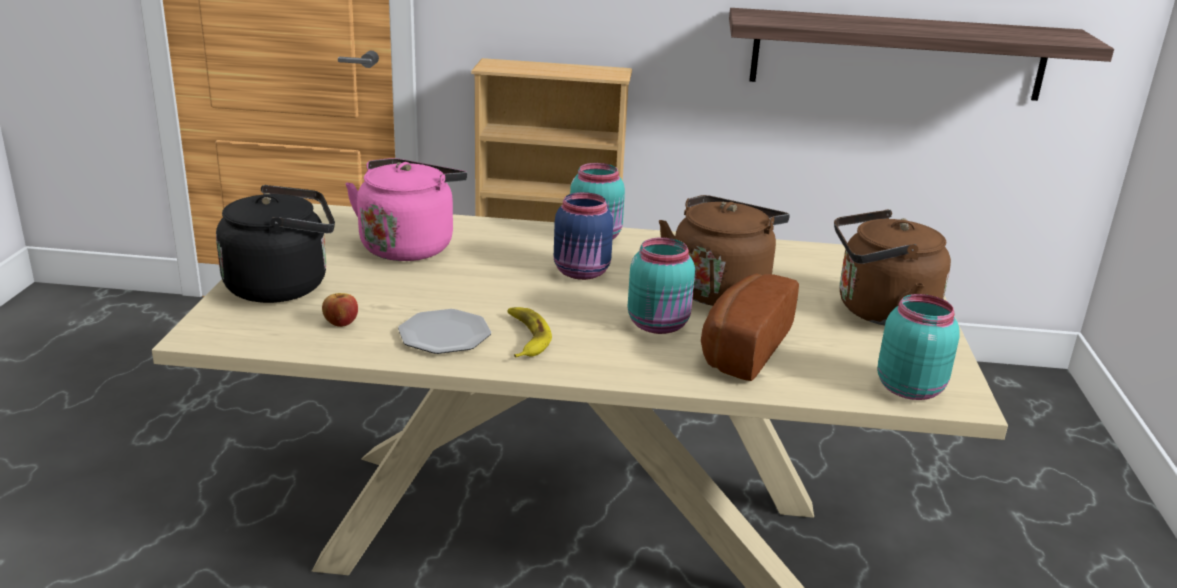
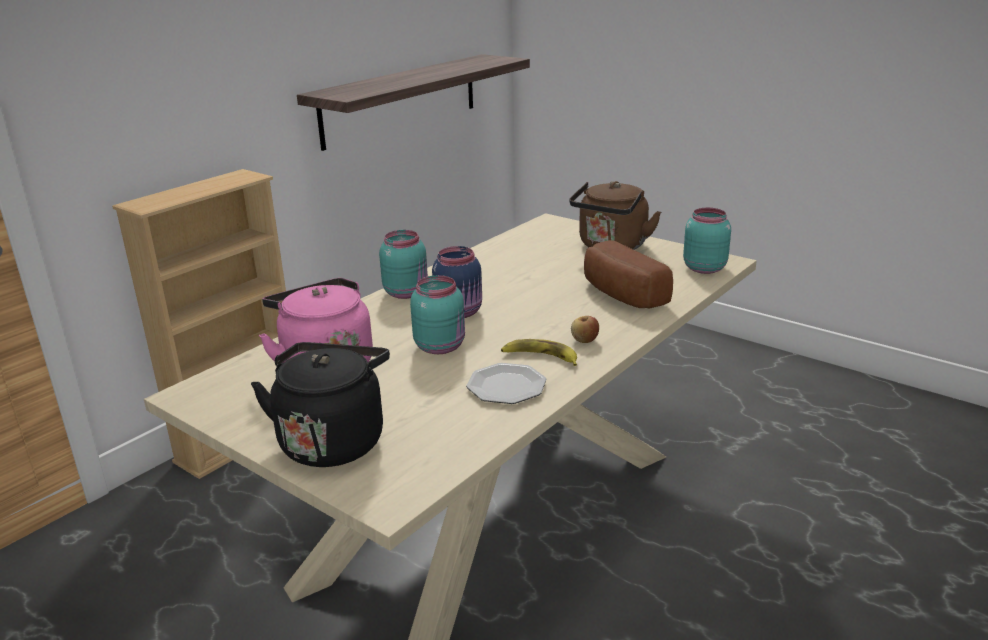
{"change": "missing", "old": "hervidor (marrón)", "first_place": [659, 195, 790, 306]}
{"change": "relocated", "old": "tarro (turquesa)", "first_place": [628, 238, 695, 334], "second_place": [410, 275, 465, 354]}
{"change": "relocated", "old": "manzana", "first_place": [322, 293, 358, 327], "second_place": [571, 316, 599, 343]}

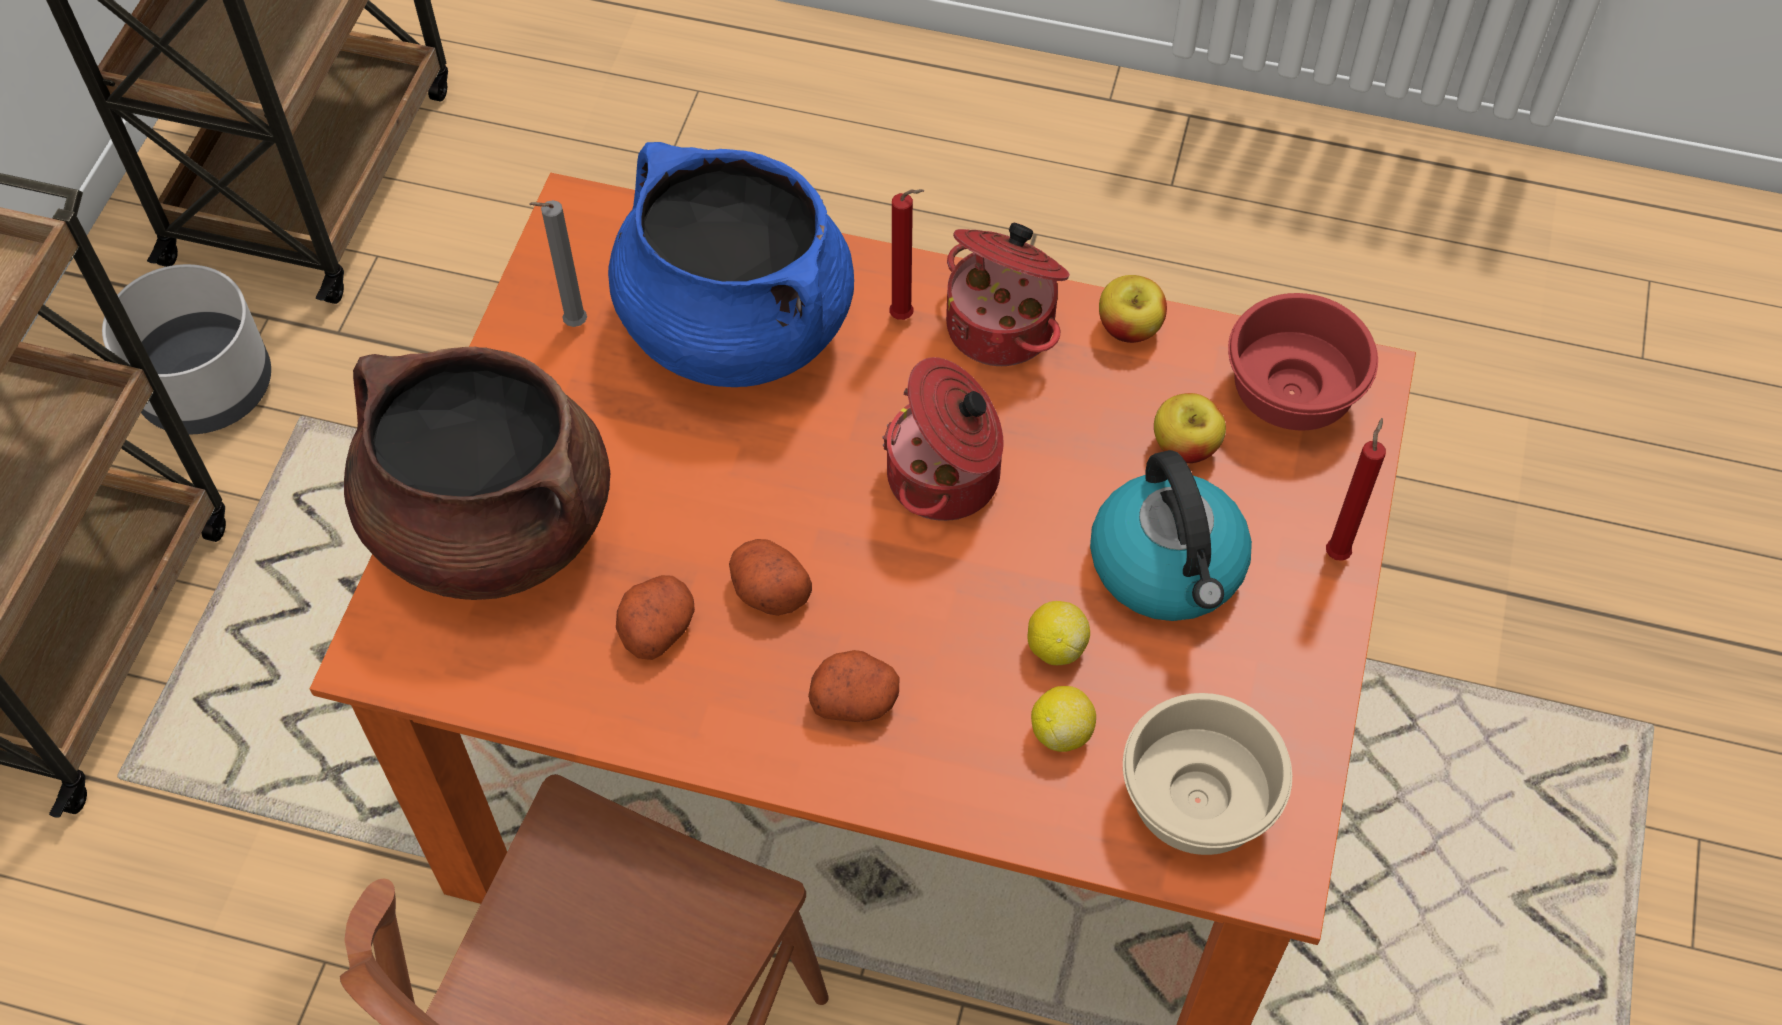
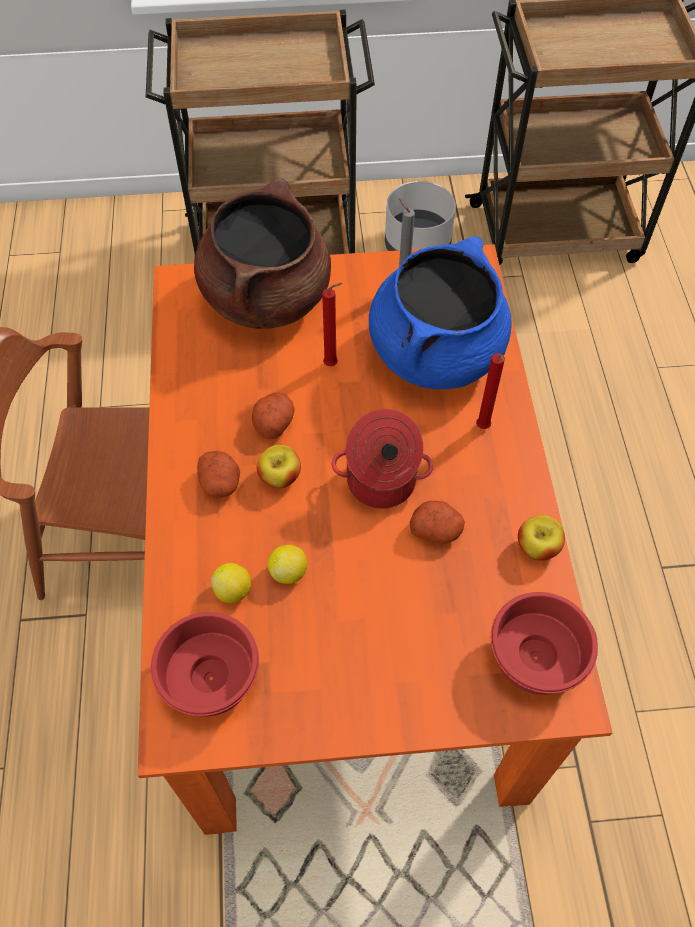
{"change": "missing", "old": "olla", "first_place": [946, 223, 1070, 366]}
{"change": "relocated", "old": "manzana", "first_place": [1154, 393, 1226, 463], "second_place": [257, 445, 301, 488]}
{"change": "relocated", "old": "vela (rojo)", "first_place": [1326, 418, 1386, 561], "second_place": [322, 283, 342, 366]}
{"change": "missing", "old": "hervidor", "first_place": [1090, 450, 1252, 621]}
{"change": "relocated", "old": "patata", "first_place": [616, 575, 695, 660], "second_place": [410, 501, 465, 544]}
{"change": "colour", "old": "cuenco (beis)", "new": "cuenco (rojo)", "first_place": [1123, 693, 1292, 855], "second_place": [151, 612, 259, 717]}

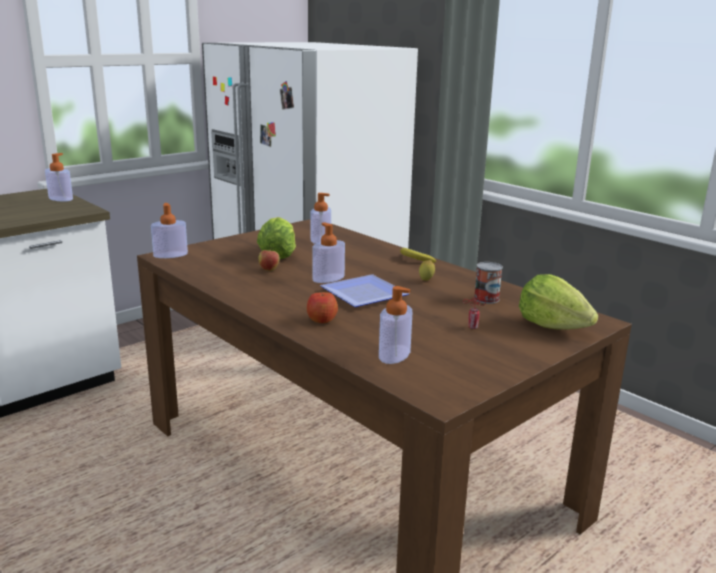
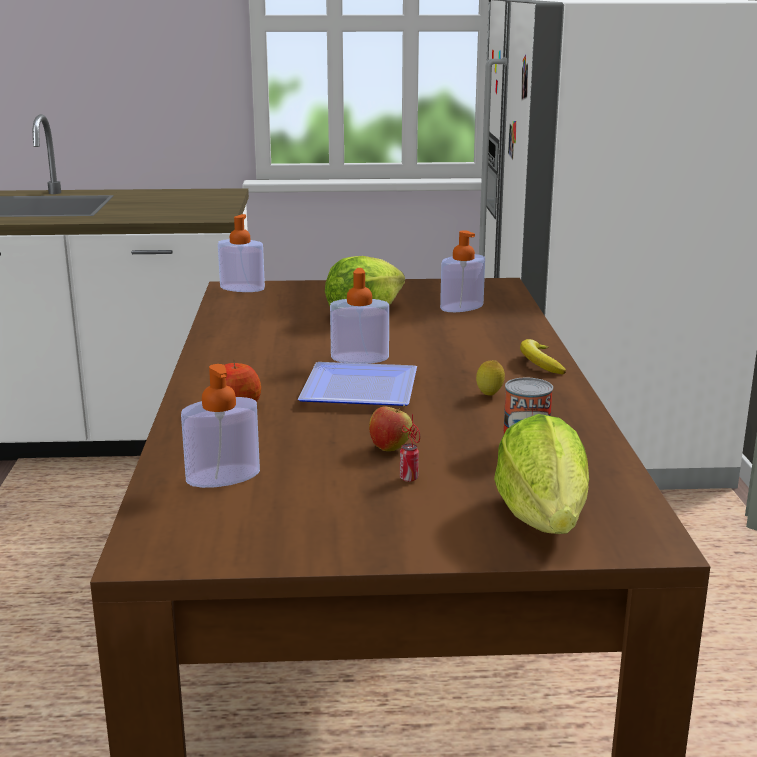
{"change": "missing", "old": "dispensador de jabón", "first_place": [45, 153, 73, 202]}
{"change": "relocated", "old": "manzana", "first_place": [258, 248, 280, 271], "second_place": [369, 405, 412, 451]}

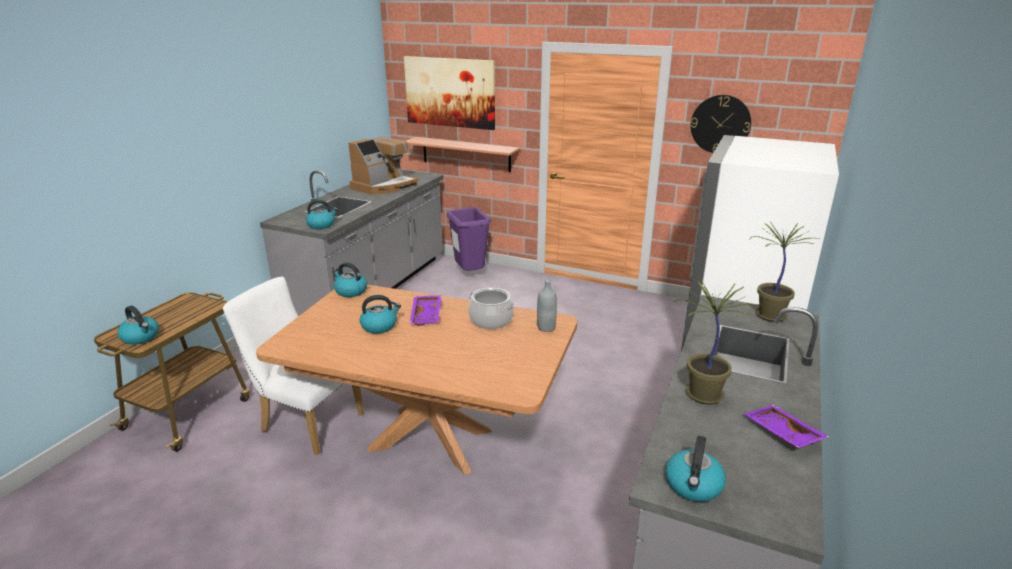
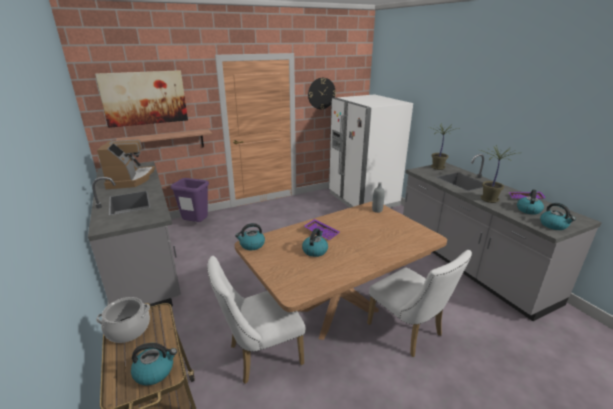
{"change": "relocated", "old": "hervidor", "first_place": [306, 200, 338, 229], "second_place": [517, 189, 544, 215]}
{"change": "relocated", "old": "olla", "first_place": [468, 288, 514, 329], "second_place": [96, 297, 150, 343]}
{"change": "appeared", "new": "silla (blanco)", "second_place": [367, 250, 472, 357]}

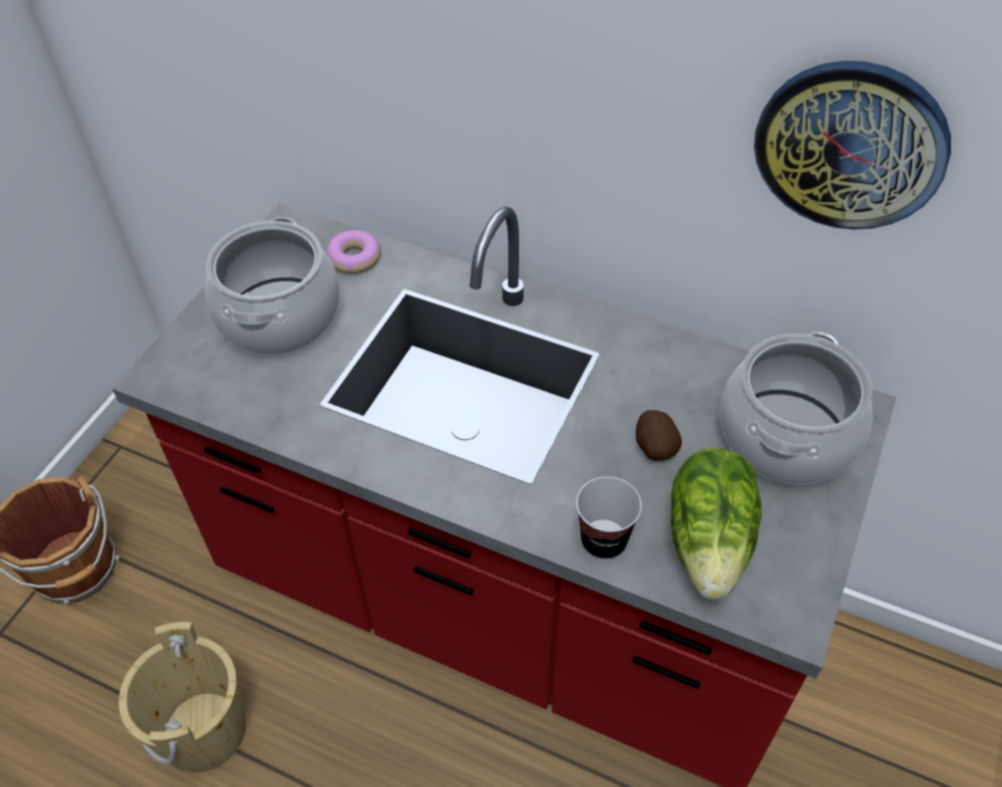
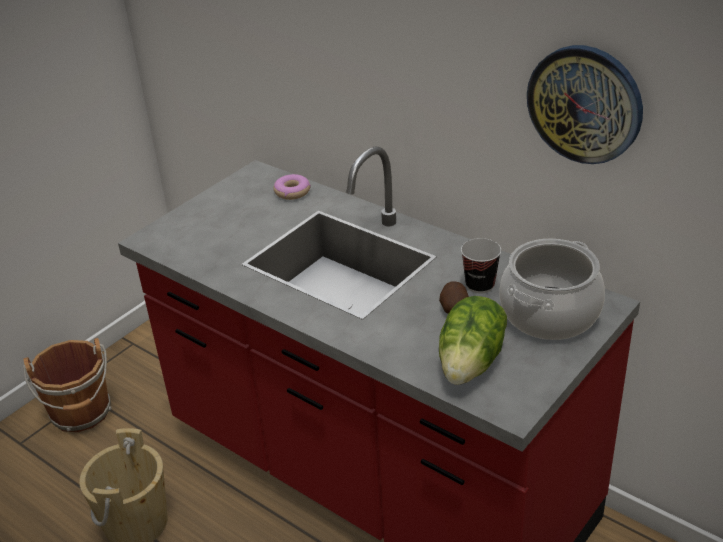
{"change": "missing", "old": "olla", "first_place": [205, 217, 340, 355]}
{"change": "relocated", "old": "taza", "first_place": [576, 476, 642, 560], "second_place": [461, 238, 501, 294]}

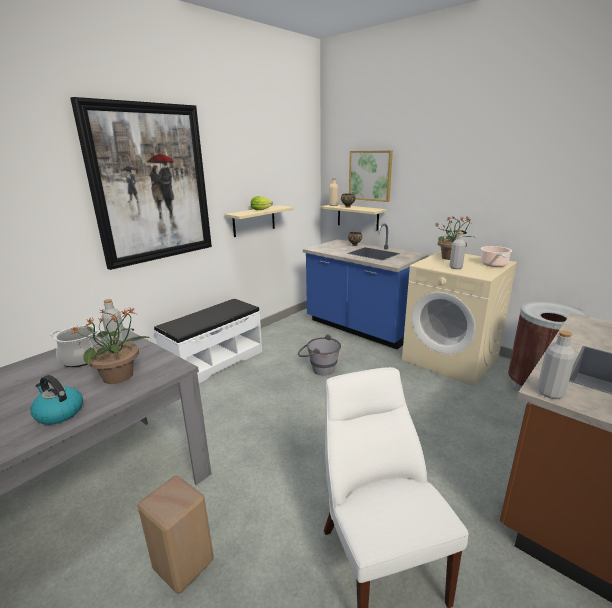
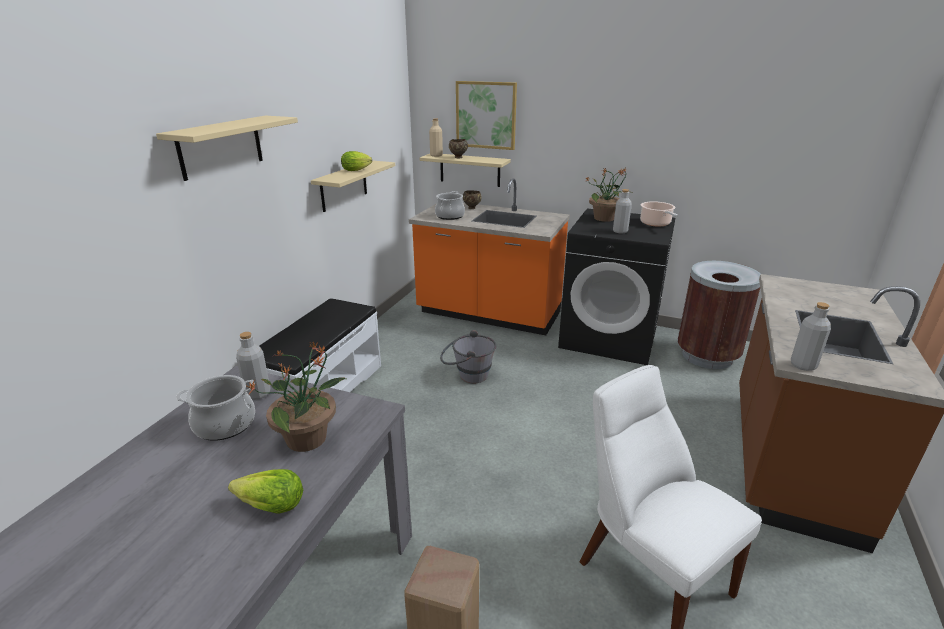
{"change": "exchanged", "old": "cuadro", "new": "estante (beis)", "first_place": [70, 97, 212, 270], "second_place": [156, 116, 298, 181]}
{"change": "colour", "old": "mueble bajo de cocina (azul)", "new": "mueble bajo de cocina (naranja)", "first_place": [303, 224, 429, 349], "second_place": [409, 178, 570, 335]}
{"change": "colour", "old": "lavadora (beis)", "new": "lavadora (negro)", "first_place": [402, 251, 517, 386], "second_place": [558, 208, 675, 365]}
{"change": "exchanged", "old": "hervidor", "new": "lechuga", "first_place": [30, 375, 83, 425], "second_place": [228, 469, 303, 514]}
{"change": "appeared", "new": "olla", "second_place": [435, 191, 465, 220]}

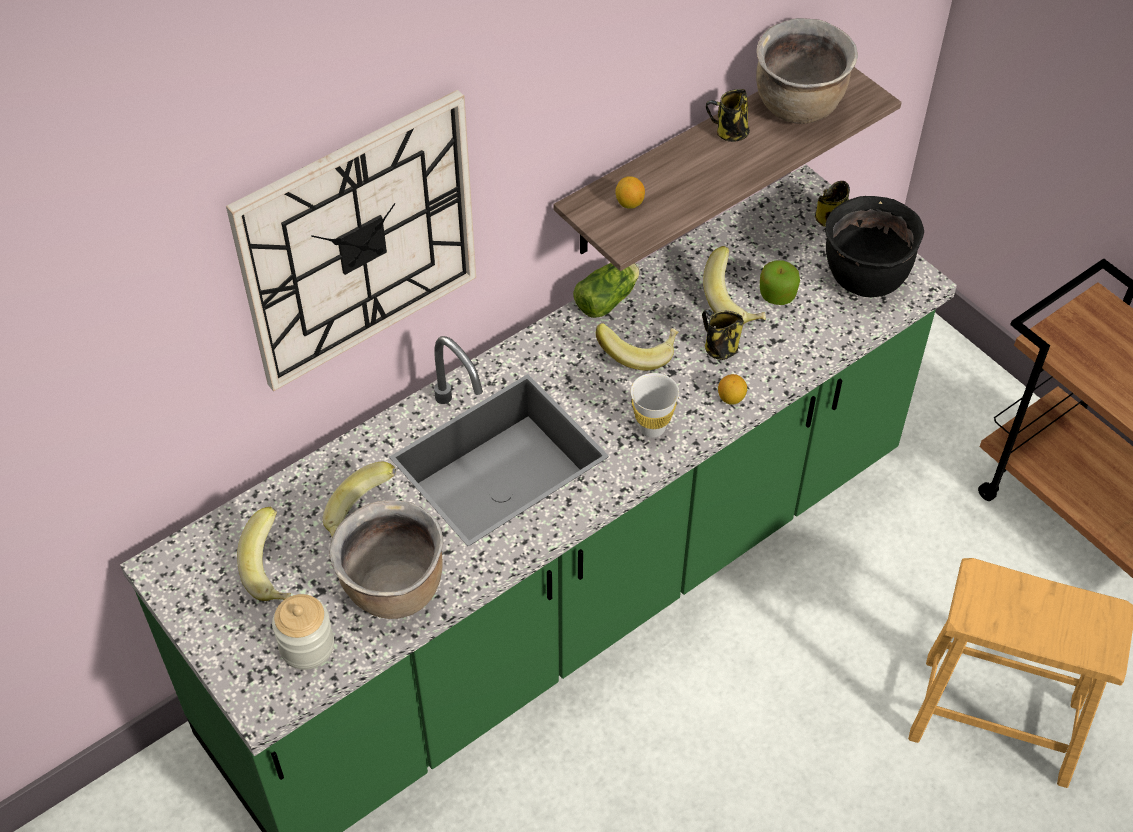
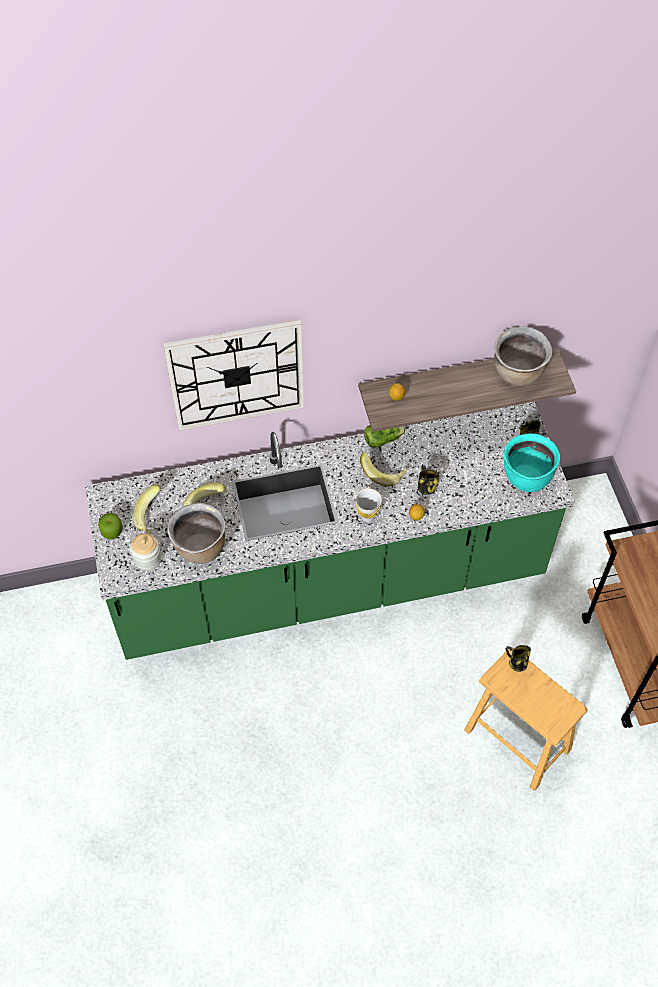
{"change": "relocated", "old": "taza grande", "first_place": [706, 89, 750, 142], "second_place": [506, 645, 531, 672]}
{"change": "colour", "old": "olla (negro)", "new": "olla (turquesa)", "first_place": [825, 196, 924, 297], "second_place": [504, 433, 561, 492]}
{"change": "missing", "old": "plátano", "first_place": [703, 246, 766, 324]}
{"change": "relocated", "old": "manzana", "first_place": [760, 261, 800, 305], "second_place": [98, 513, 122, 540]}

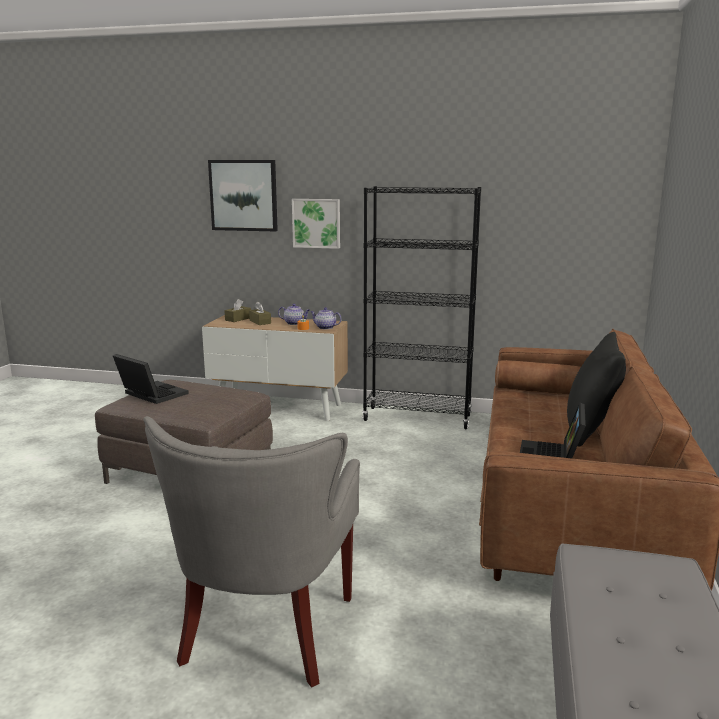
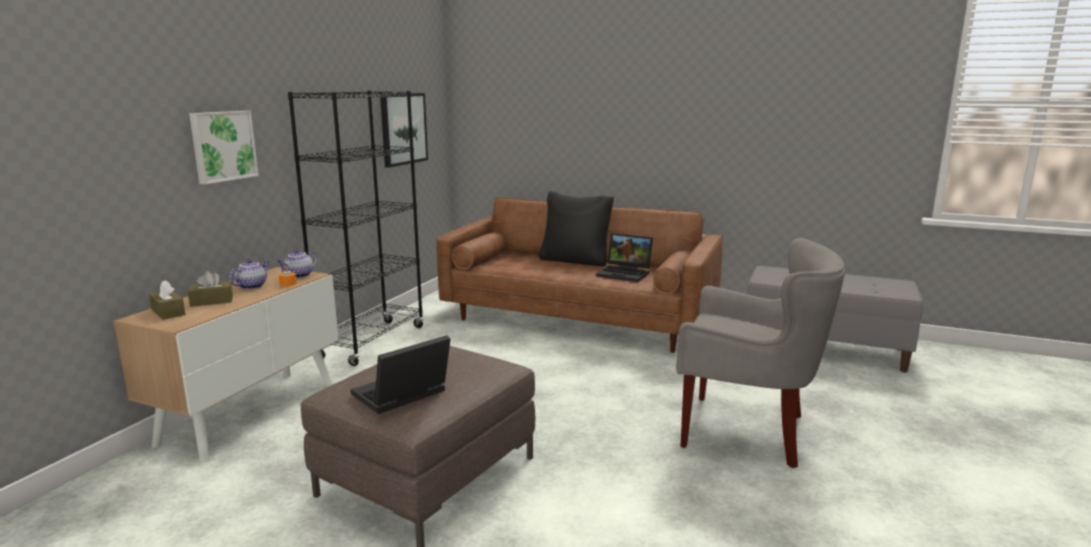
{"change": "relocated", "old": "cuadro", "first_place": [208, 160, 278, 231], "second_place": [380, 93, 428, 168]}

